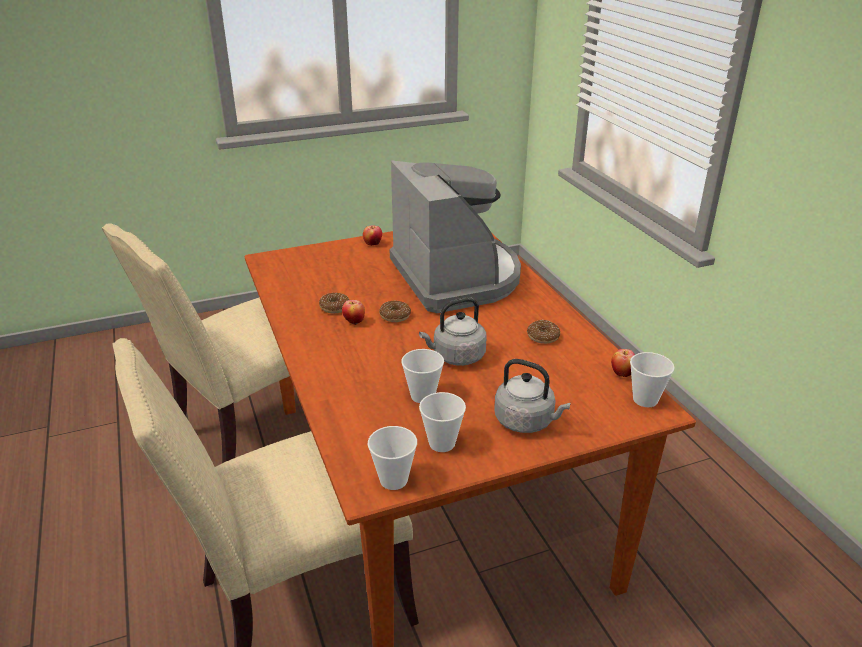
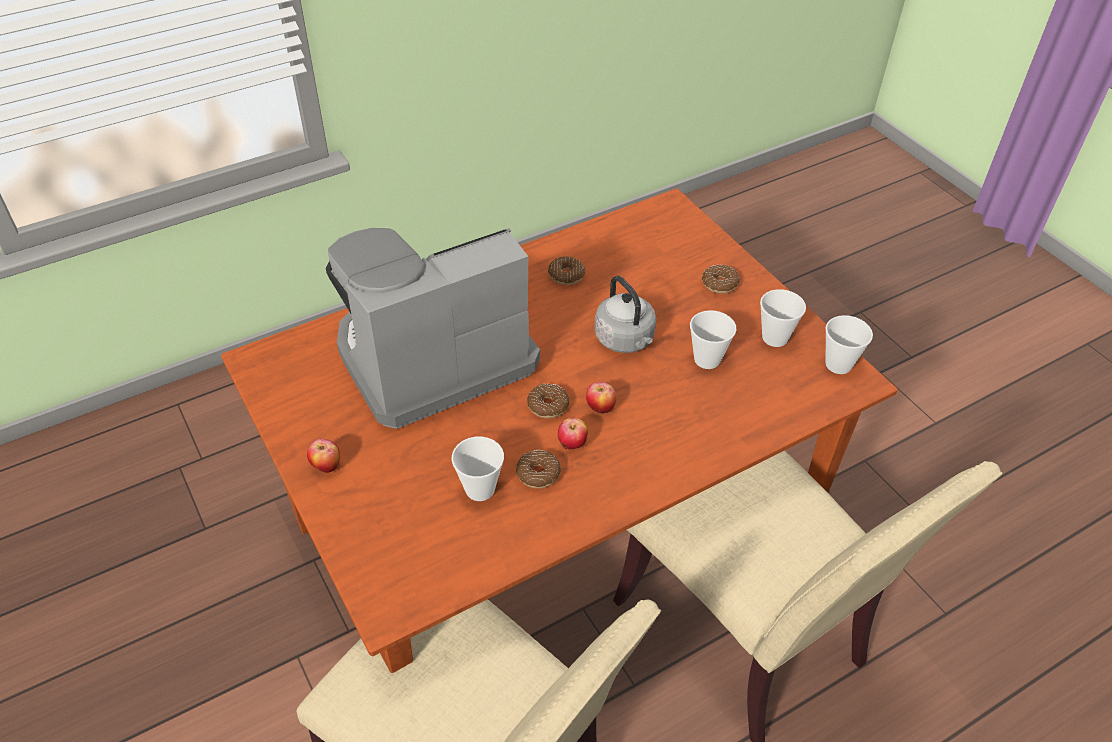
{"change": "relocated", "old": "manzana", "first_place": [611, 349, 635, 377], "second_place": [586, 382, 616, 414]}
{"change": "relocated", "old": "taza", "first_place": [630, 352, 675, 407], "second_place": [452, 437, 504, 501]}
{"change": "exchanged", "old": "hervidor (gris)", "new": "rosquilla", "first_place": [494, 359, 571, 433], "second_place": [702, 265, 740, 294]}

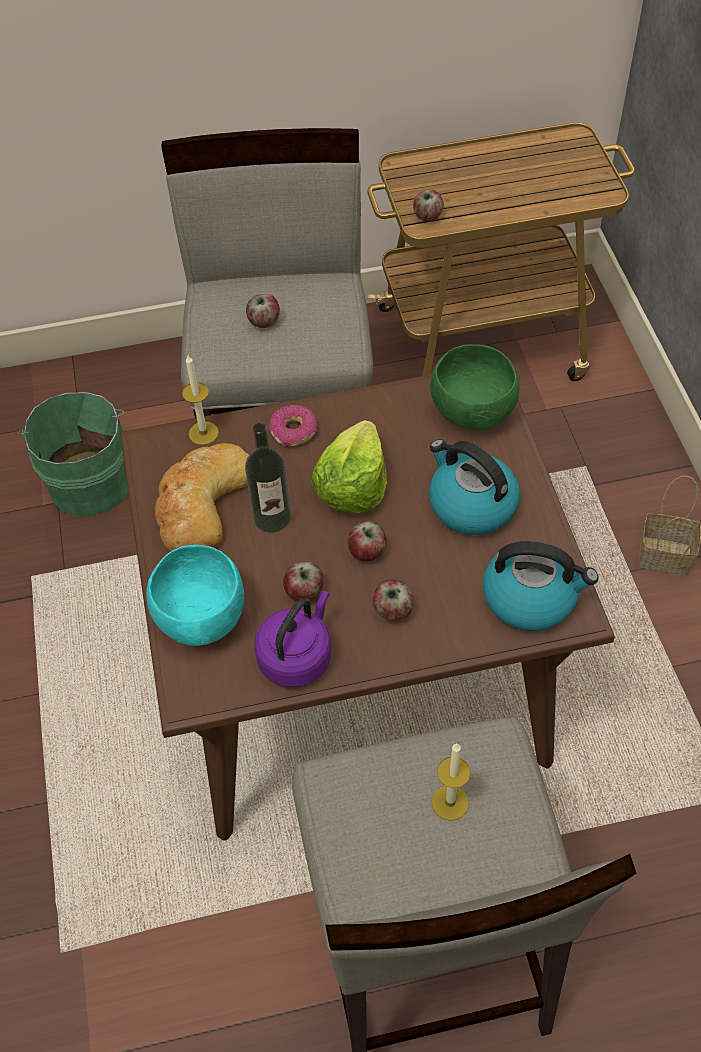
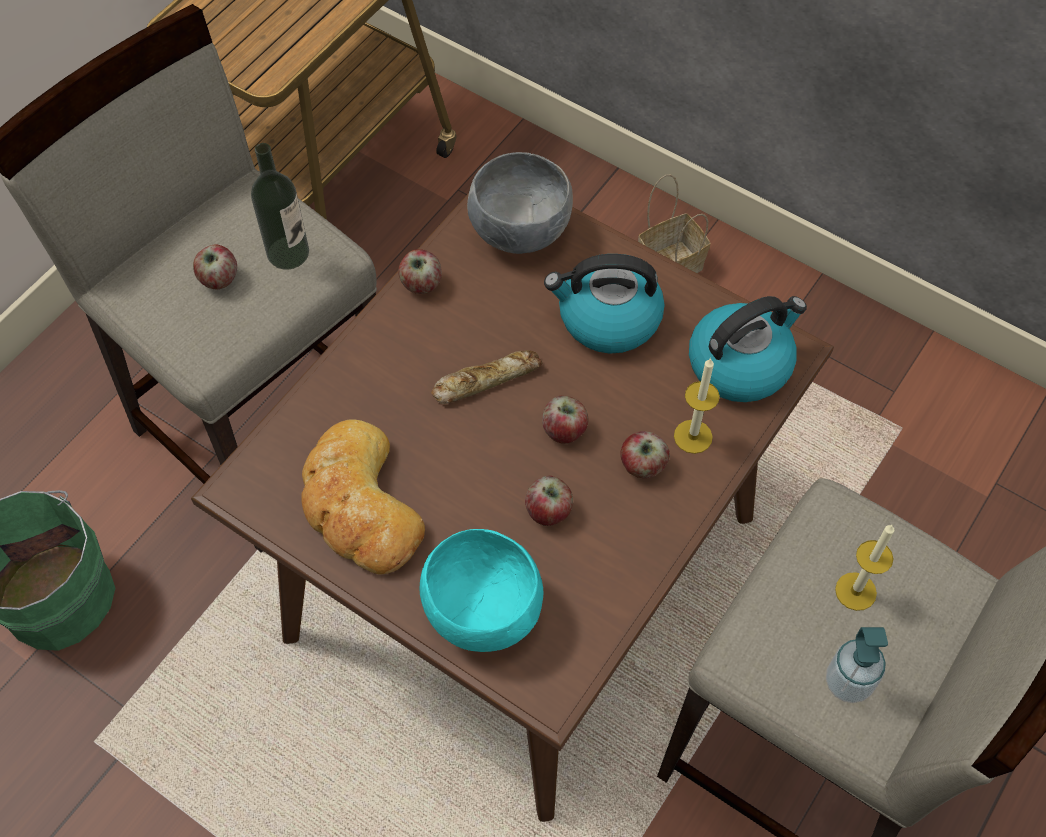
{"change": "relocated", "old": "manzana", "first_place": [413, 189, 444, 222], "second_place": [398, 249, 442, 294]}
{"change": "colour", "old": "cuenco (verde)", "new": "cuenco (gris)", "first_place": [430, 344, 519, 430], "second_place": [467, 152, 573, 254]}
{"change": "relocated", "old": "vela", "first_place": [182, 355, 219, 445], "second_place": [674, 358, 720, 454]}
{"change": "missing", "old": "rosquilla", "first_place": [269, 405, 317, 447]}
{"change": "exchanged", "old": "lechuga", "new": "pan", "first_place": [311, 420, 387, 514], "second_place": [431, 350, 542, 404]}
{"change": "relocated", "old": "botella", "first_place": [245, 423, 291, 532], "second_place": [251, 143, 309, 270]}
{"change": "missing", "old": "hervidor (morado)", "first_place": [254, 591, 331, 687]}
{"change": "appeared", "new": "dispensador de jabón", "second_place": [826, 627, 888, 703]}

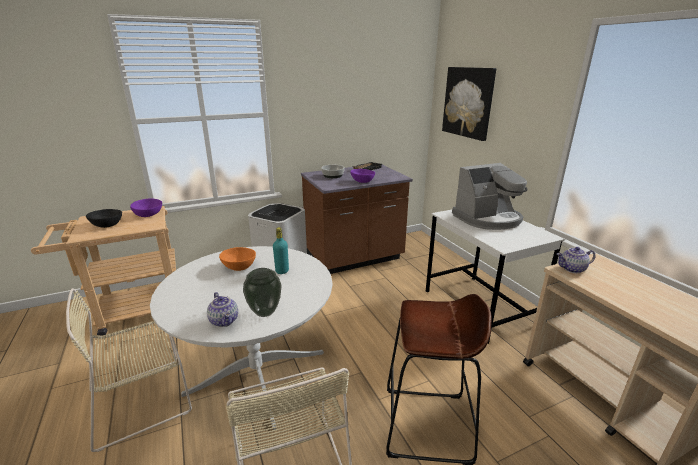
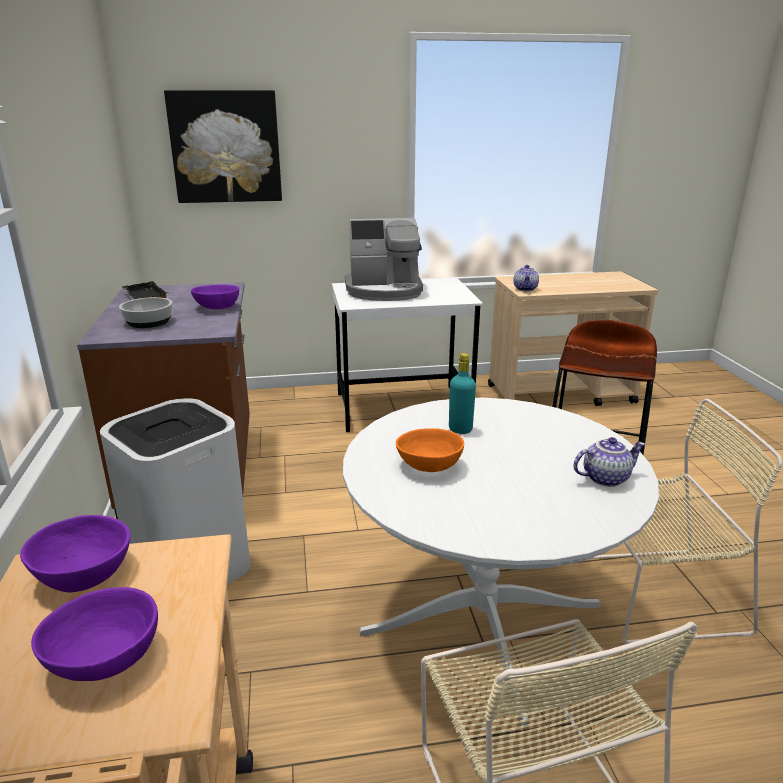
{"change": "spun", "old": "cafetera", "first_place": [452, 163, 527, 230], "second_place": [345, 218, 423, 301], "degrees": 90}
{"change": "colour", "old": "cuenco (negro)", "new": "cuenco (morado)", "first_place": [86, 209, 122, 228], "second_place": [31, 587, 158, 681]}
{"change": "missing", "old": "florero", "first_place": [243, 268, 281, 317]}

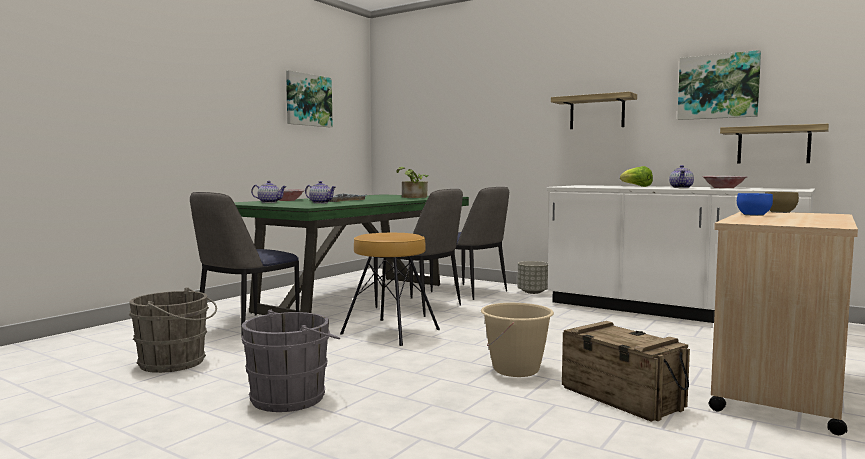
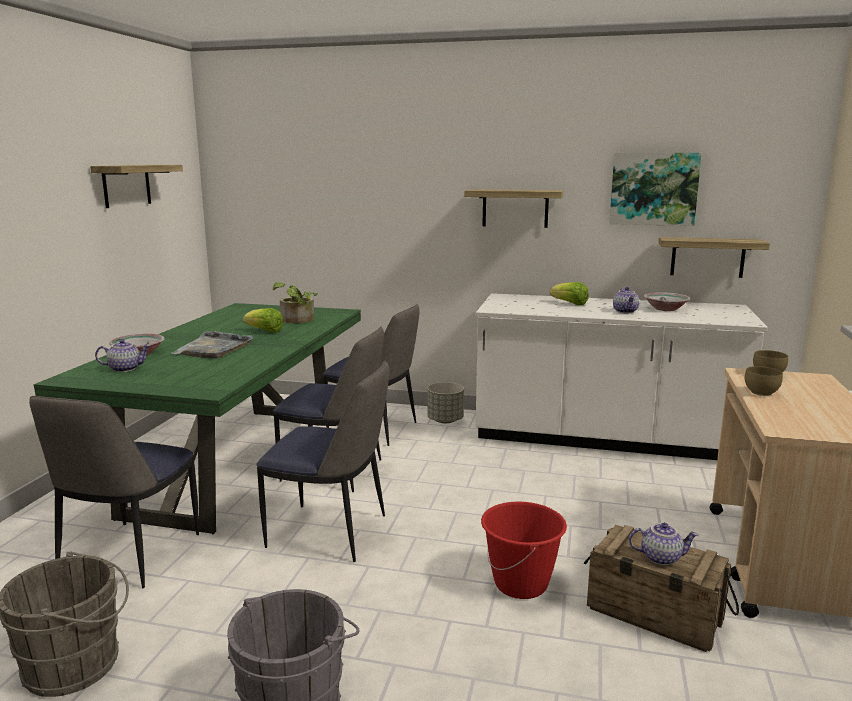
{"change": "exchanged", "old": "cuadro", "new": "estante", "first_place": [286, 70, 333, 127], "second_place": [90, 165, 183, 208]}
{"change": "relocated", "old": "tetera", "first_place": [305, 181, 336, 204], "second_place": [629, 523, 698, 565]}
{"change": "colour", "old": "cuenco (azul)", "new": "cuenco (marrón)", "first_place": [737, 193, 773, 216], "second_place": [745, 366, 783, 396]}
{"change": "exchanged", "old": "taburete (marrón)", "new": "silla", "first_place": [340, 233, 440, 346], "second_place": [256, 361, 389, 562]}
{"change": "colour", "old": "cubo (beis)", "new": "cubo (rojo)", "first_place": [481, 303, 554, 377], "second_place": [481, 502, 567, 599]}
{"change": "appeared", "new": "lechuga", "second_place": [243, 308, 283, 332]}

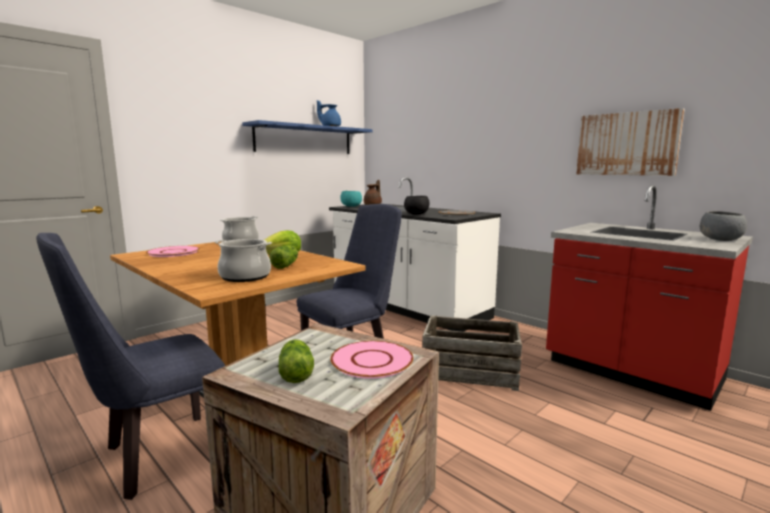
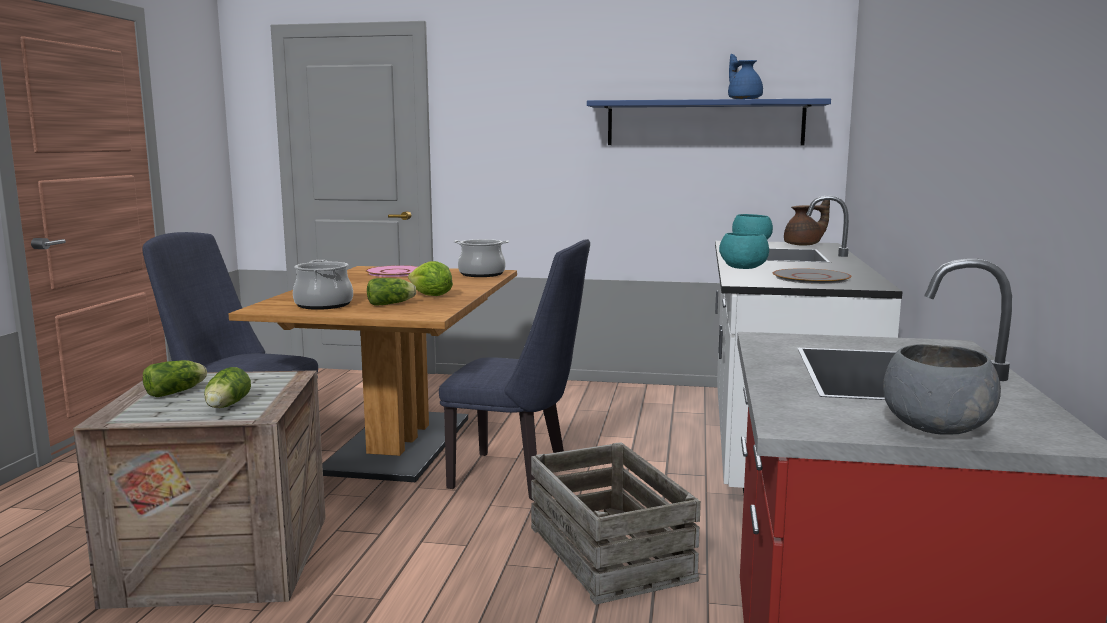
{"change": "missing", "old": "cuadro", "first_place": [576, 108, 684, 176]}
{"change": "colour", "old": "cuenco (negro)", "new": "cuenco (turquesa)", "first_place": [404, 196, 429, 214], "second_place": [719, 233, 769, 269]}
{"change": "exchanged", "old": "plato (rosa)", "new": "lechuga", "first_place": [330, 341, 413, 379], "second_place": [204, 367, 251, 408]}

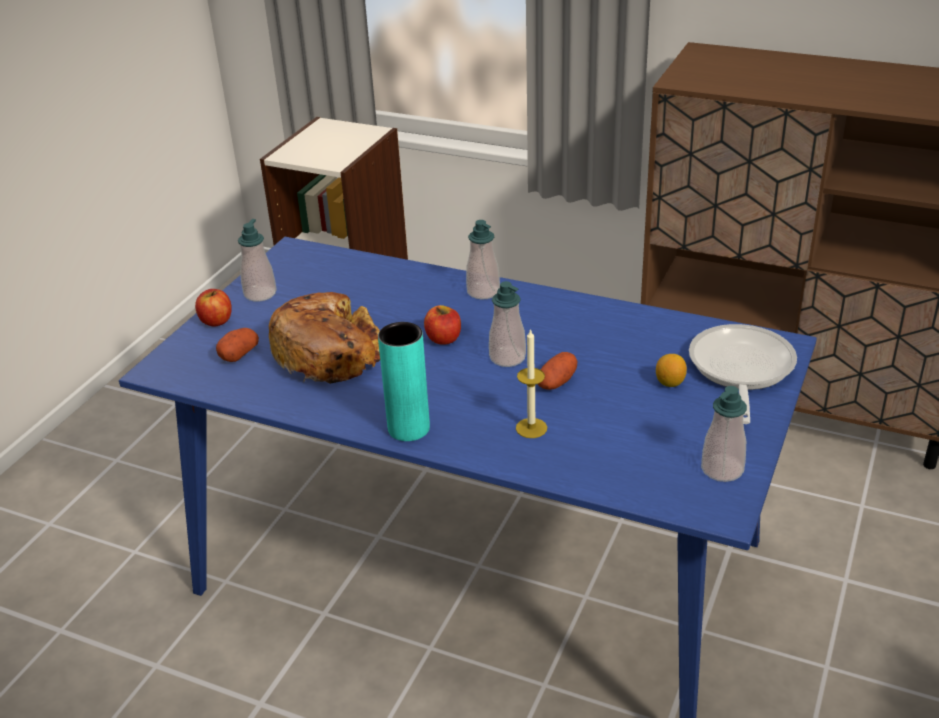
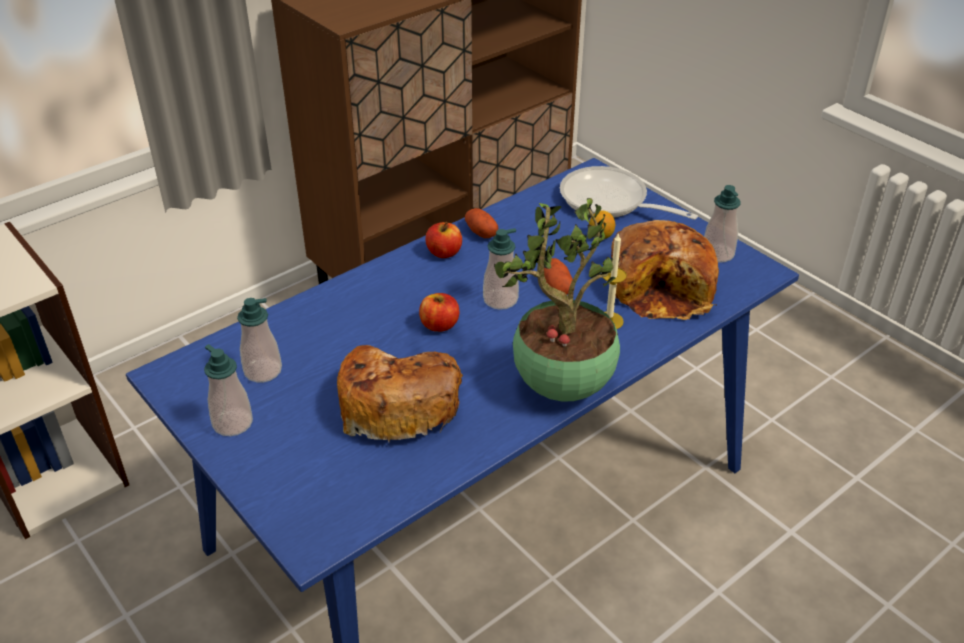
{"change": "relocated", "old": "dispensador de jabón", "first_place": [466, 220, 500, 300], "second_place": [237, 298, 282, 383]}
{"change": "relocated", "old": "manzana", "first_place": [195, 289, 232, 326], "second_place": [425, 222, 462, 258]}
{"change": "exchanged", "old": "florero (turquesa)", "new": "planta en maceta", "first_place": [378, 322, 430, 441], "second_place": [494, 198, 620, 401]}
{"change": "relocated", "old": "patata", "first_place": [216, 328, 259, 362], "second_place": [465, 208, 498, 238]}
{"change": "appeared", "new": "pan", "second_place": [611, 220, 719, 320]}

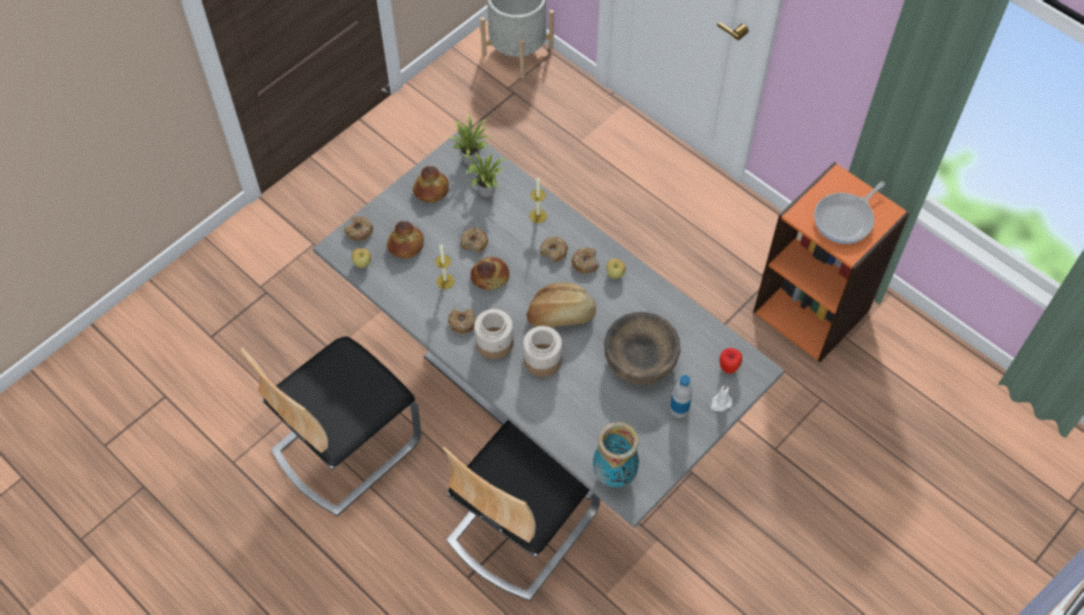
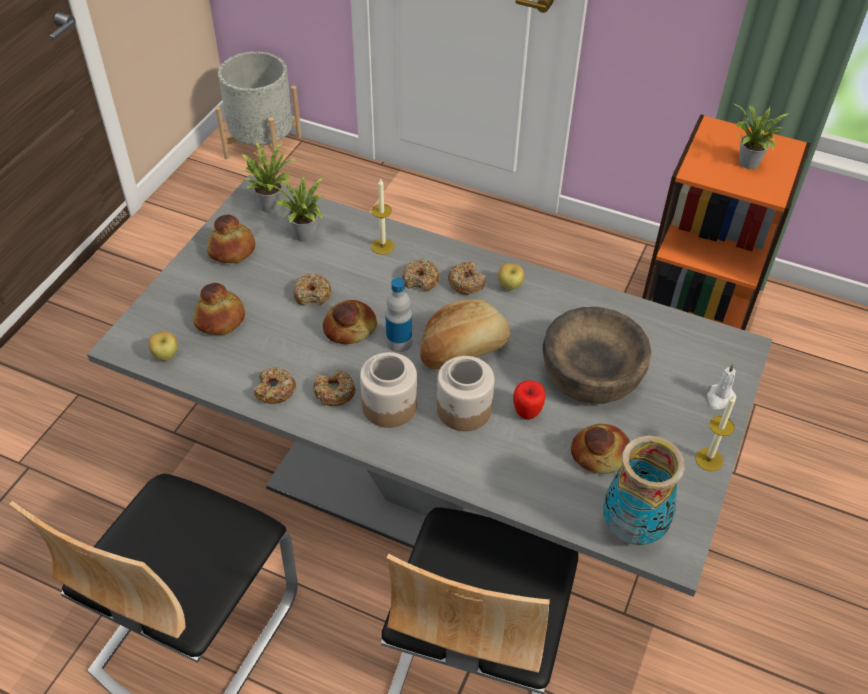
{"change": "exchanged", "old": "sartén", "new": "planta en maceta", "first_place": [814, 182, 885, 244], "second_place": [735, 104, 791, 169]}
{"change": "relocated", "old": "rosquilla", "first_place": [345, 216, 373, 241], "second_place": [254, 368, 296, 404]}
{"change": "relocated", "old": "vela", "first_place": [435, 244, 455, 289], "second_place": [695, 395, 735, 471]}
{"change": "relocated", "old": "manzana", "first_place": [719, 348, 742, 373], "second_place": [513, 380, 545, 420]}
{"change": "relocated", "old": "botella", "first_place": [670, 375, 692, 418], "second_place": [385, 278, 412, 352]}
{"change": "appeared", "new": "pan", "second_place": [571, 424, 630, 474]}

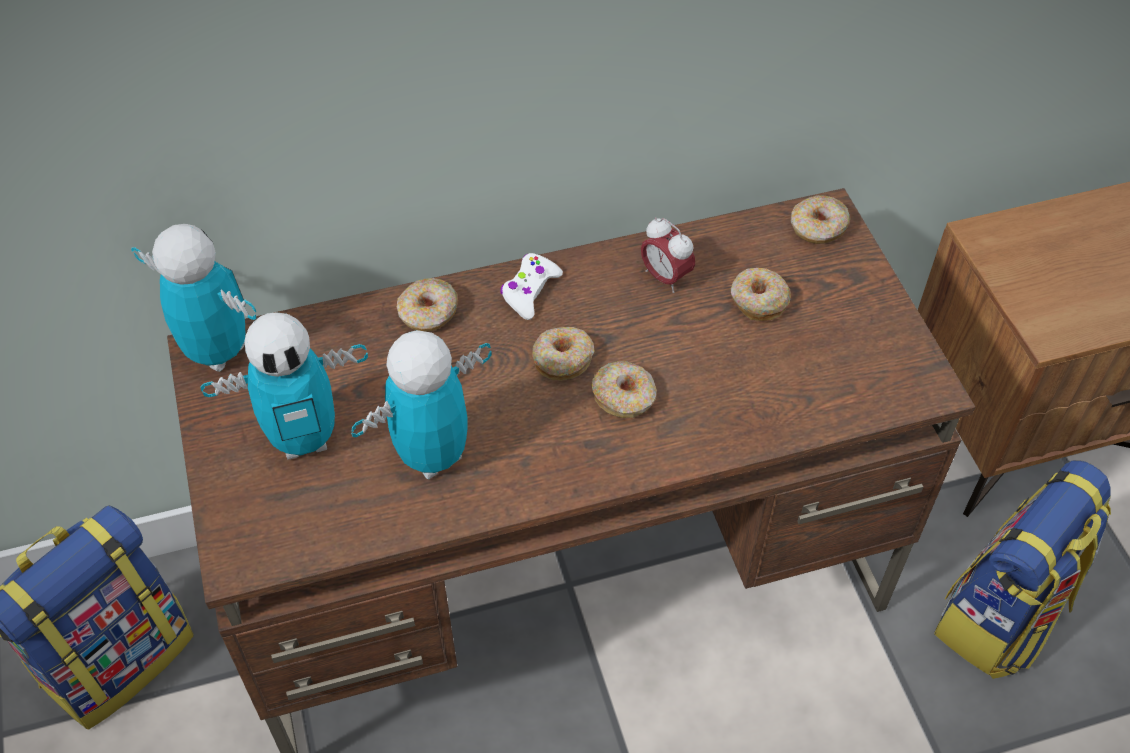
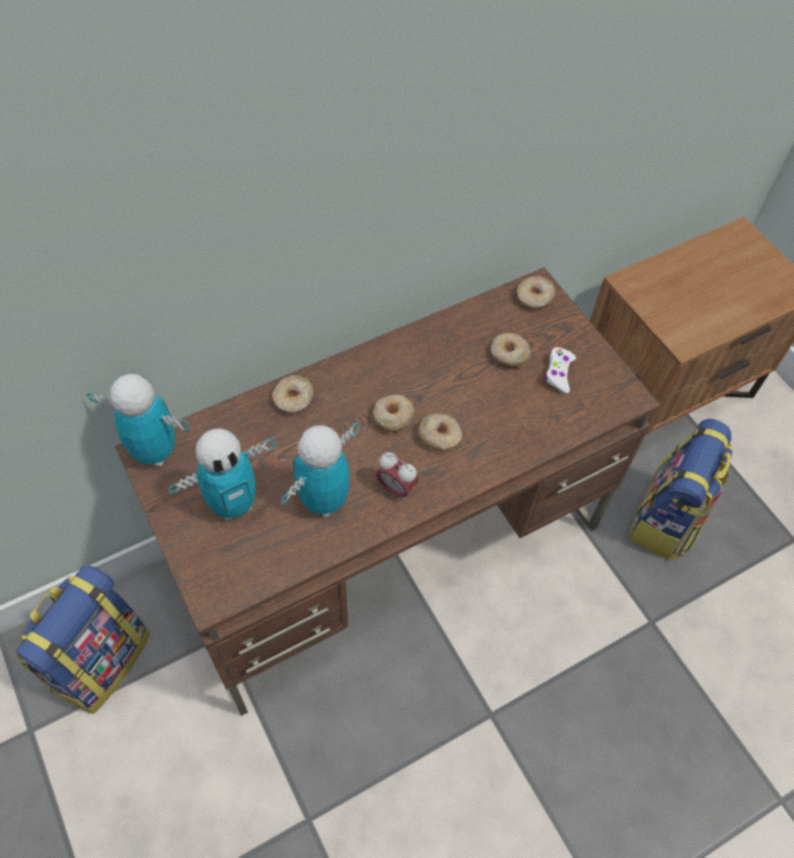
{"change": "relocated", "old": "despertador", "first_place": [641, 217, 695, 293], "second_place": [376, 452, 419, 501]}
{"change": "relocated", "old": "mando de consola (blanco)", "first_place": [500, 253, 563, 320], "second_place": [545, 347, 576, 394]}

